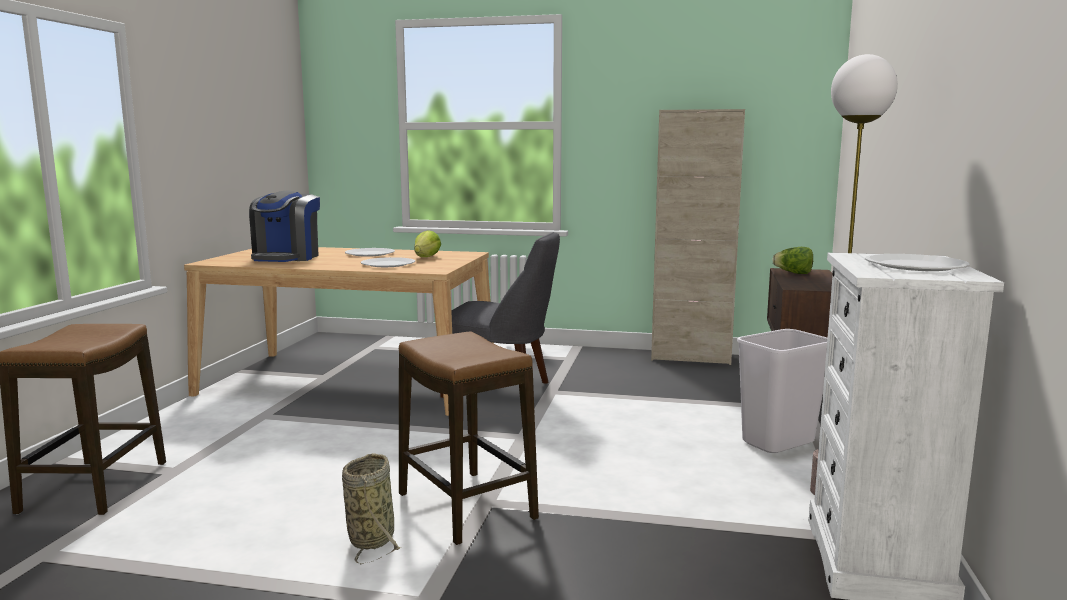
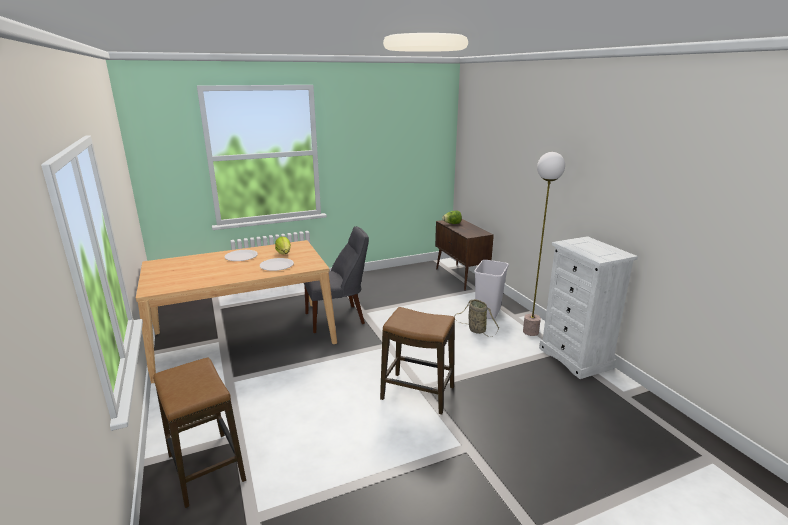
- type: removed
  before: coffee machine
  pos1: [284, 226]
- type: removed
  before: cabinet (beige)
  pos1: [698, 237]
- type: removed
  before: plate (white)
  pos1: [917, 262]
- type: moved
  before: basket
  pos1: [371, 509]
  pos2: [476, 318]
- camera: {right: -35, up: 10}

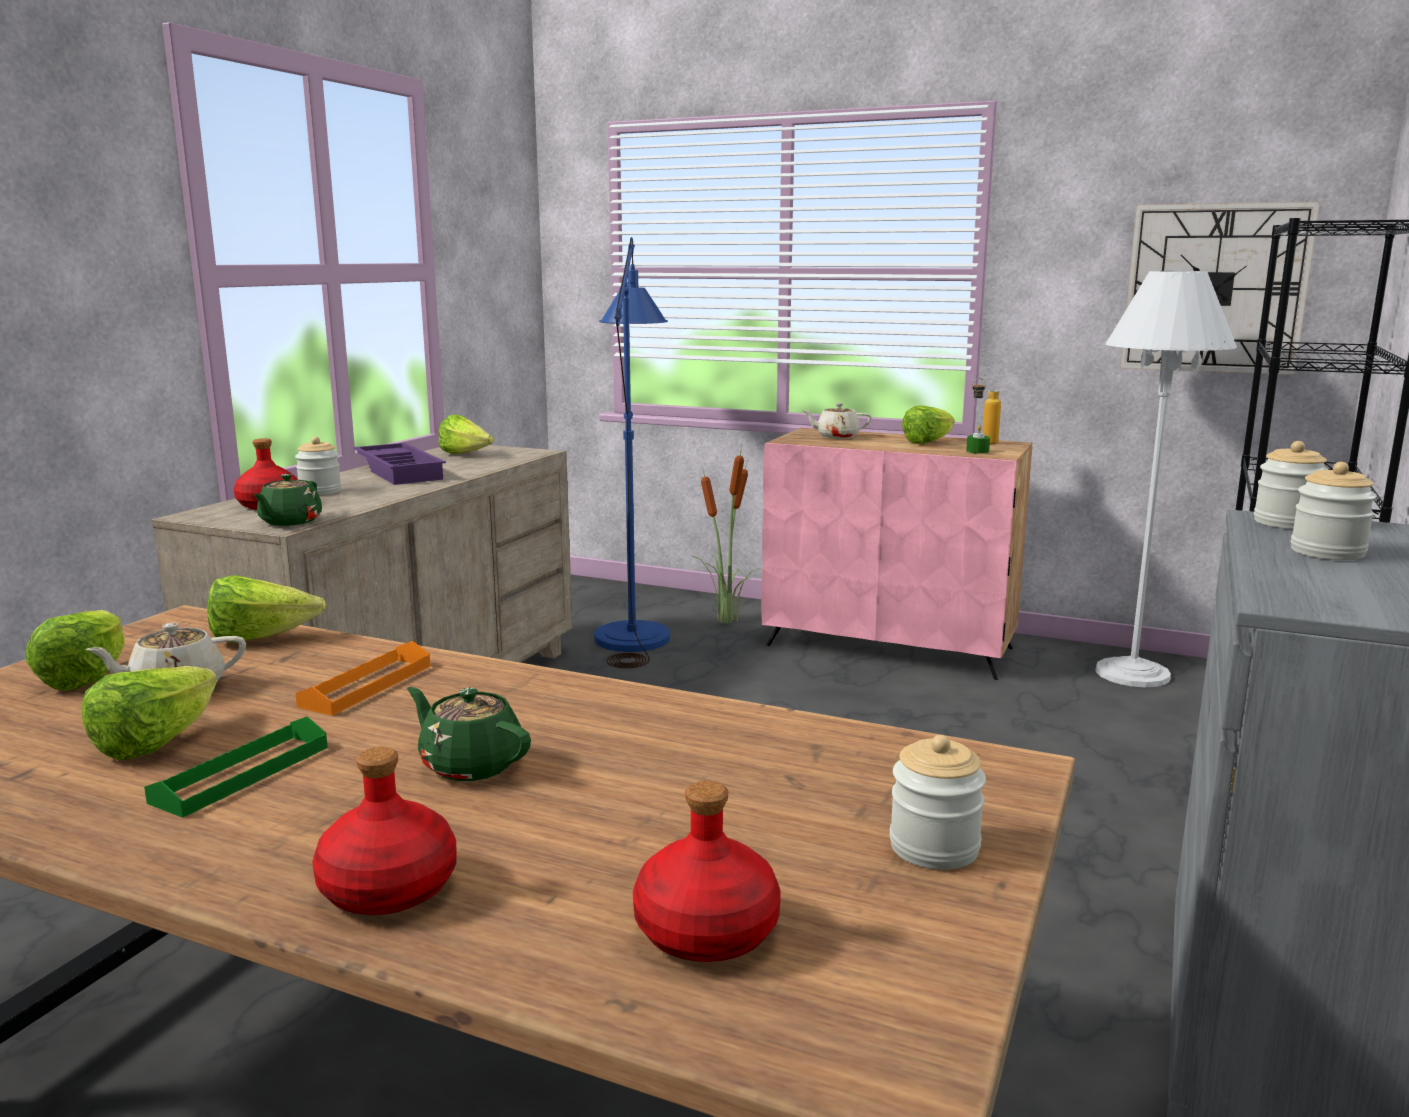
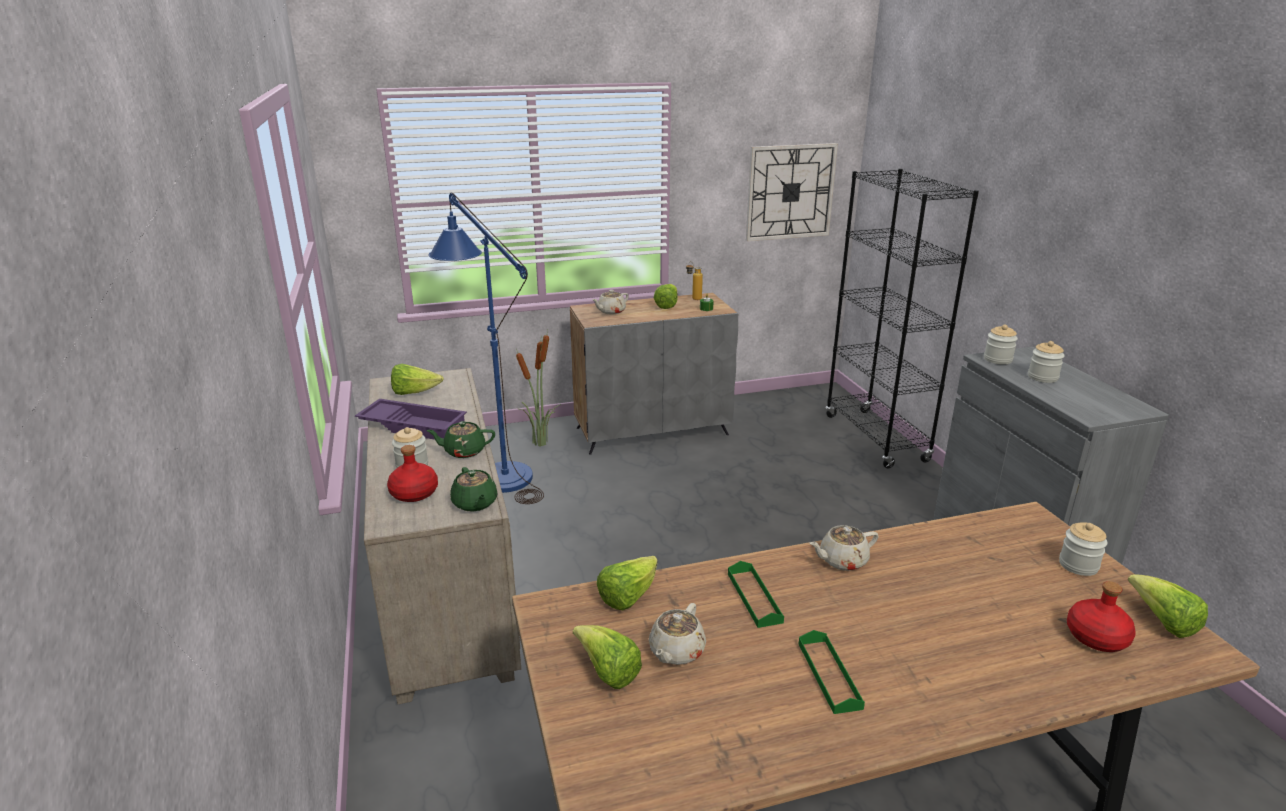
- type: removed
  before: bottle (red)
  pos1: [384, 831]
- type: removed
  before: floor lamp (white)
  pos1: [1166, 479]
- type: added
  after: teapot (beige)
  pos2: [844, 548]
- type: moved
  before: lettuce
  pos1: [149, 713]
  pos2: [1168, 606]
- type: moved
  before: teapot (green)
  pos1: [469, 734]
  pos2: [460, 439]
- type: recoloured
  before: tray (orange)
  after: tray (green)
  pos1: [362, 678]
  pos2: [756, 594]
- type: recoloured
  before: cabinet (pink)
  after: cabinet (grey)
  pos1: [896, 554]
  pos2: [654, 373]
- camera: {right: -40, up: 10}

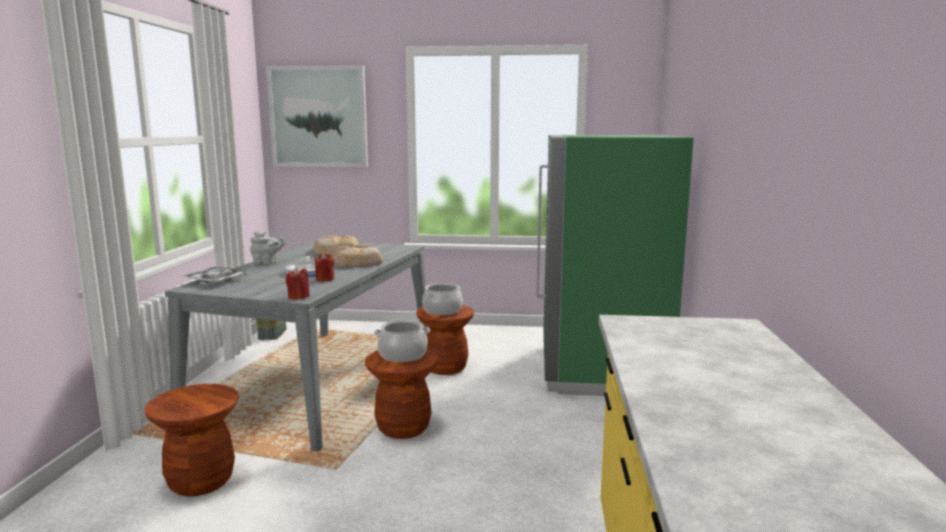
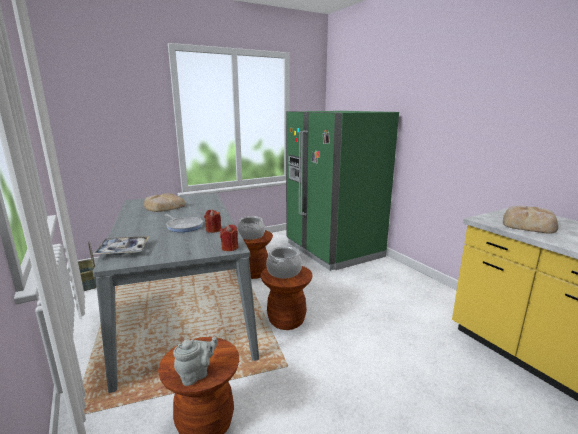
- type: removed
  before: picture
  pos1: [317, 116]
- type: moved
  before: teapot (grey)
  pos1: [267, 247]
  pos2: [195, 361]
- type: moved
  before: bread
  pos1: [357, 256]
  pos2: [530, 220]
- camera: {right: -35, up: 5}

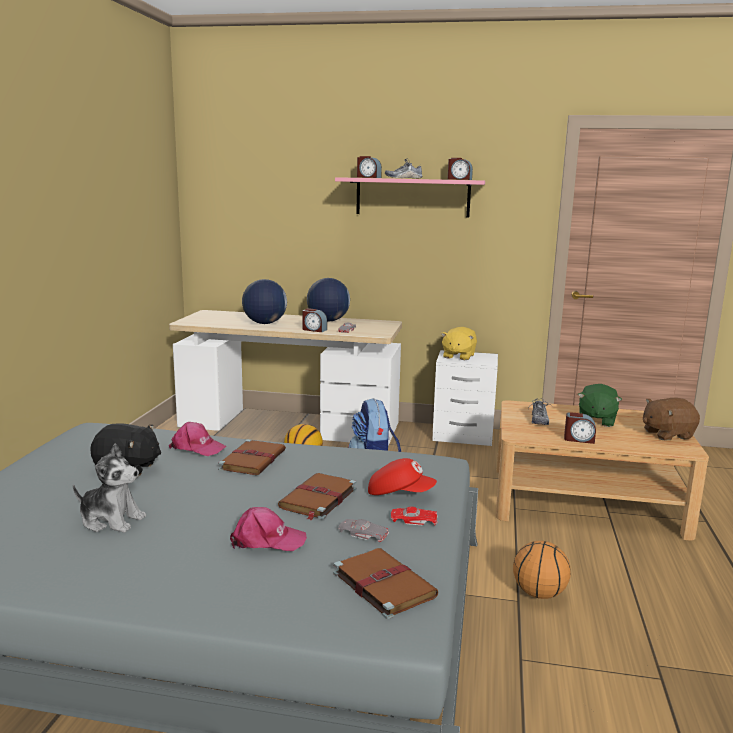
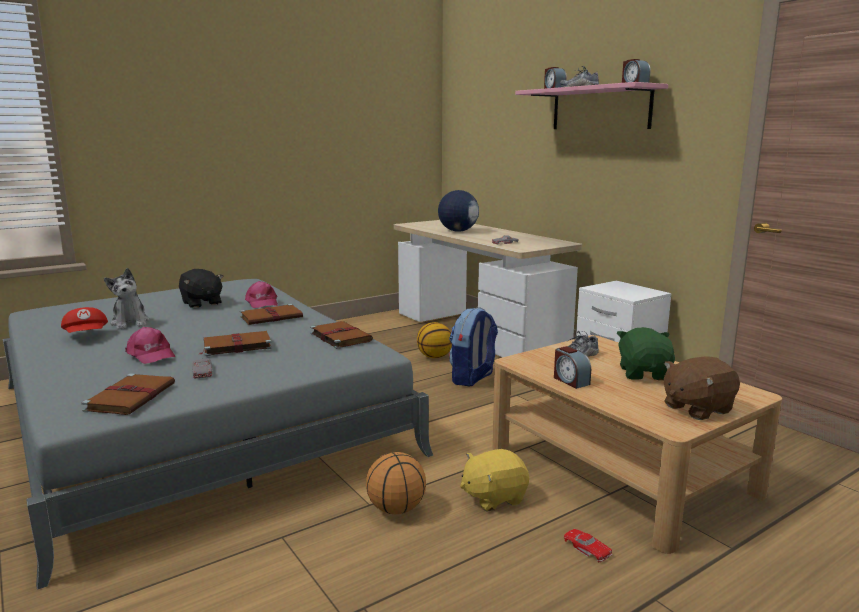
- type: removed
  before: alarm clock
  pos1: [314, 320]
- type: removed
  before: globe
  pos1: [328, 300]
- type: added
  after: book (brown)
  pos2: [341, 335]
- type: moved
  before: cap (red)
  pos1: [402, 476]
  pos2: [84, 320]
- type: moved
  before: toy car (red)
  pos1: [414, 516]
  pos2: [588, 545]
- type: moved
  before: plush toy (yellow)
  pos1: [459, 343]
  pos2: [494, 480]
- type: turned
  before: plush toy (green)
  pos1: [600, 405]
  pos2: [646, 353]
  turn: 120
- type: turned
  before: plush toy (brown)
  pos1: [671, 419]
  pos2: [702, 388]
  turn: -60
- camera: {right: 45, up: 0}

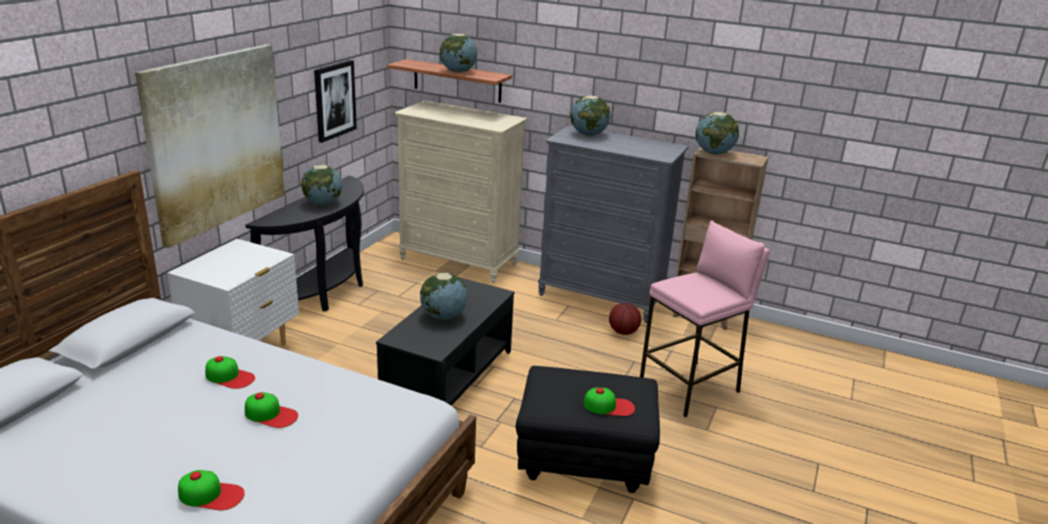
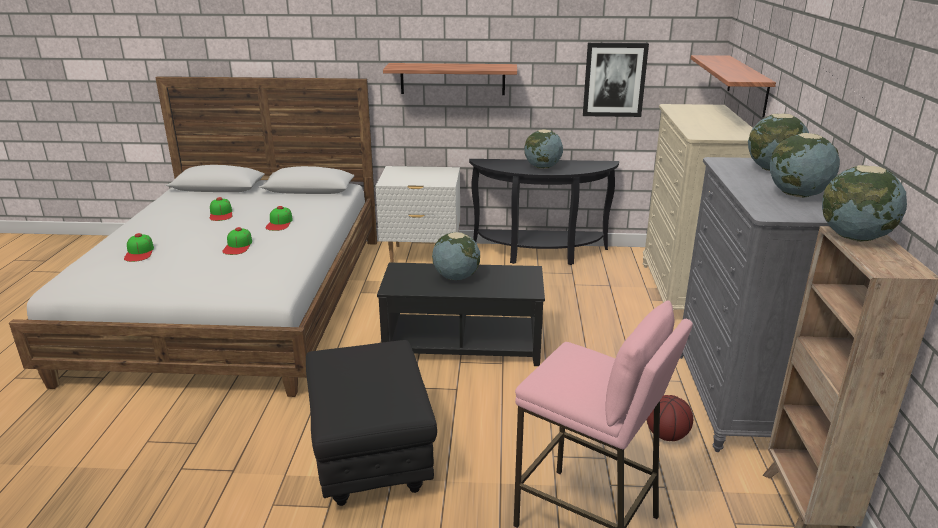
- type: moved
  before: globe
  pos1: [458, 53]
  pos2: [805, 165]
- type: moved
  before: cap
  pos1: [609, 402]
  pos2: [221, 209]
- type: replaced
  before: picture
  after: shelf
  pos1: [210, 146]
  pos2: [450, 79]
- camera: {right: 70, up: 0}

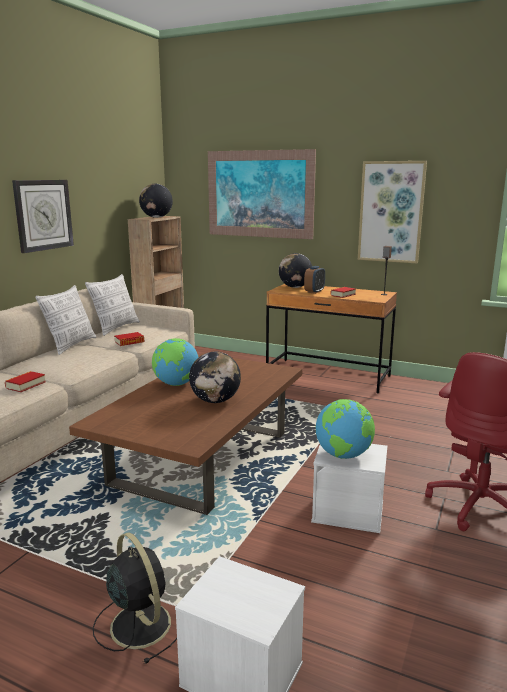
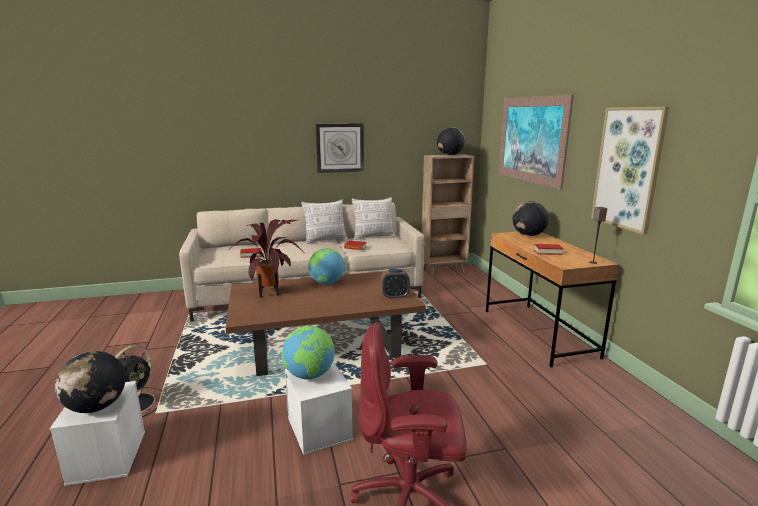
- type: added
  after: potted plant
  pos2: [266, 258]
- type: moved
  before: globe
  pos1: [215, 377]
  pos2: [90, 382]
- type: moved
  before: alarm clock
  pos1: [314, 280]
  pos2: [395, 284]
- camera: {right: 50, up: 0}

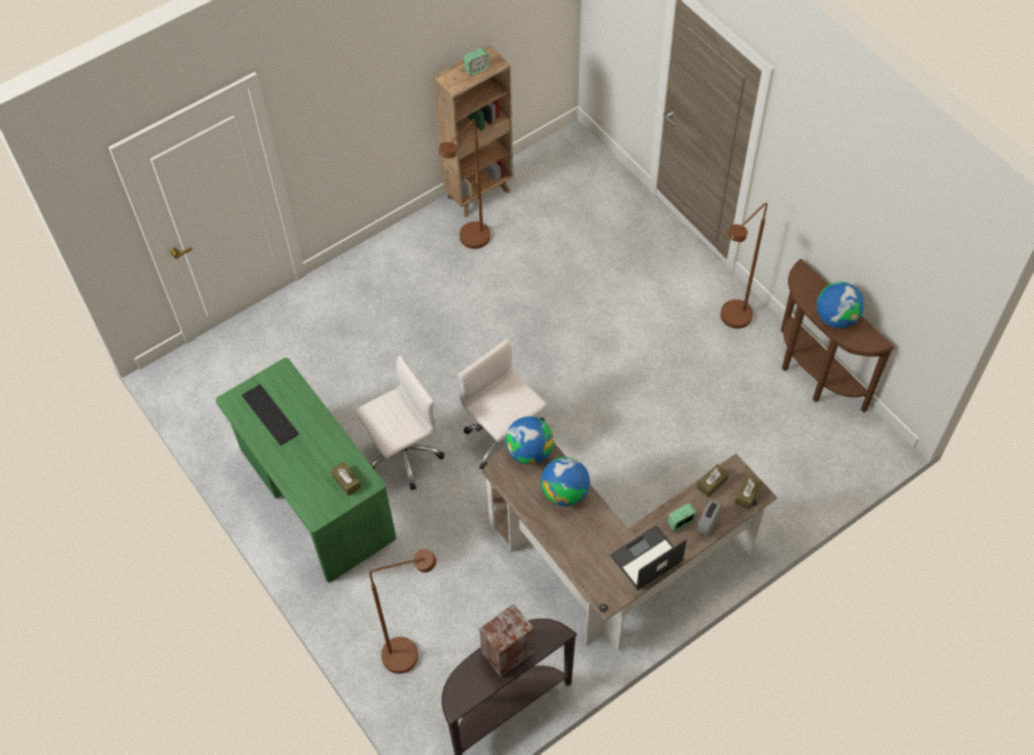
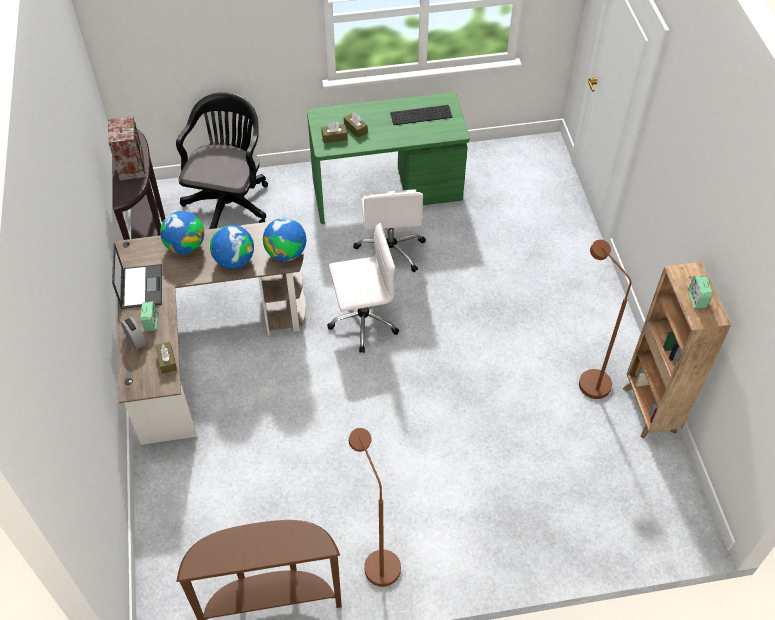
- type: moved
  before: tissue box (brown)
  pos1: [748, 491]
  pos2: [356, 125]
- type: moved
  before: globe
  pos1: [840, 305]
  pos2: [182, 232]
- type: replaced
  before: floor lamp (brown)
  after: office chair (black)
  pos1: [402, 611]
  pos2: [222, 160]
- camera: {right: 115, up: -5}

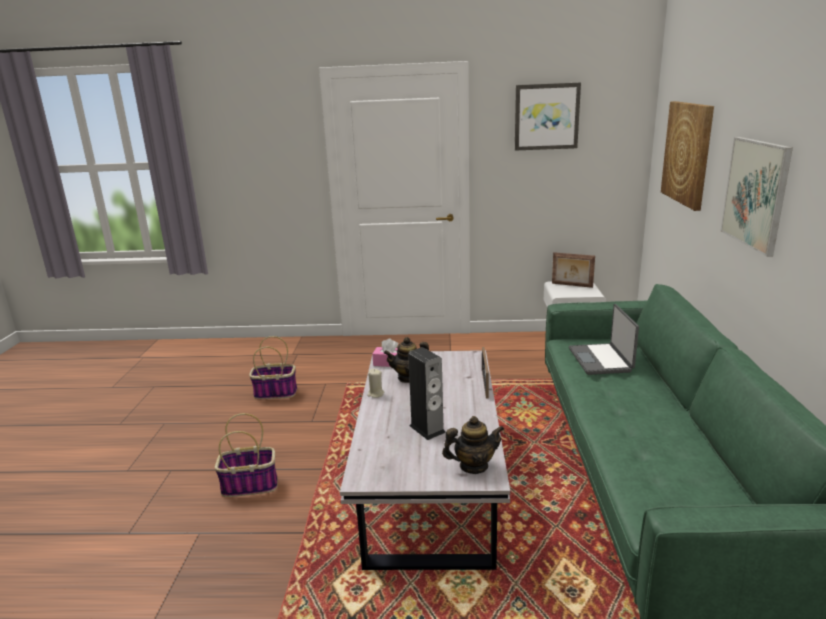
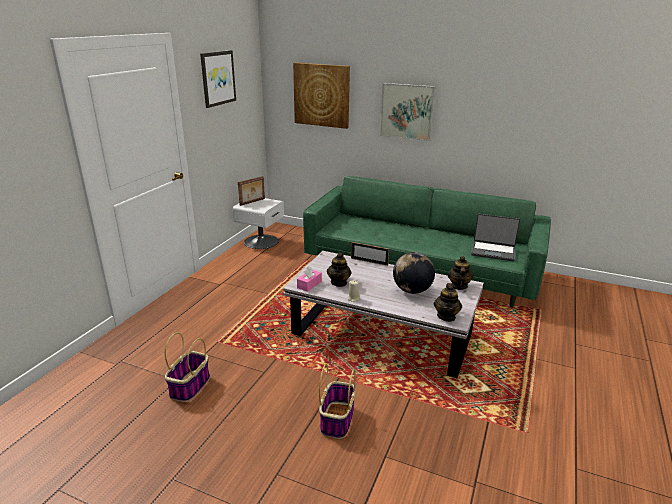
- type: added
  after: teapot
  pos2: [448, 302]
- type: moved
  before: laptop
  pos1: [604, 339]
  pos2: [495, 237]
- type: replaced
  before: speaker
  after: globe
  pos1: [427, 393]
  pos2: [414, 273]
- camera: {right: -70, up: 5}

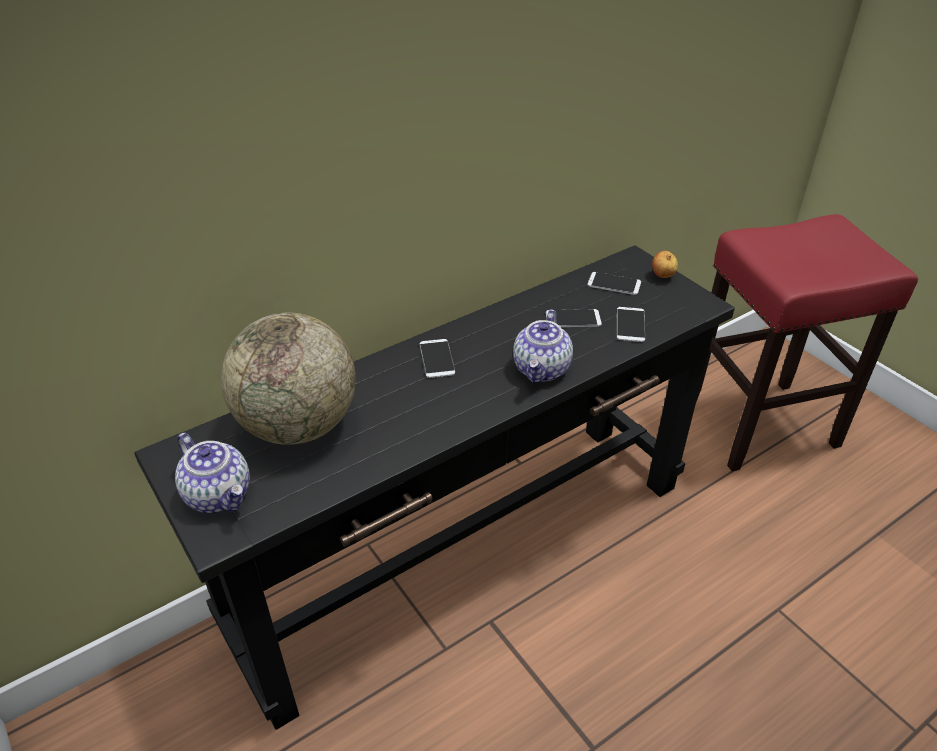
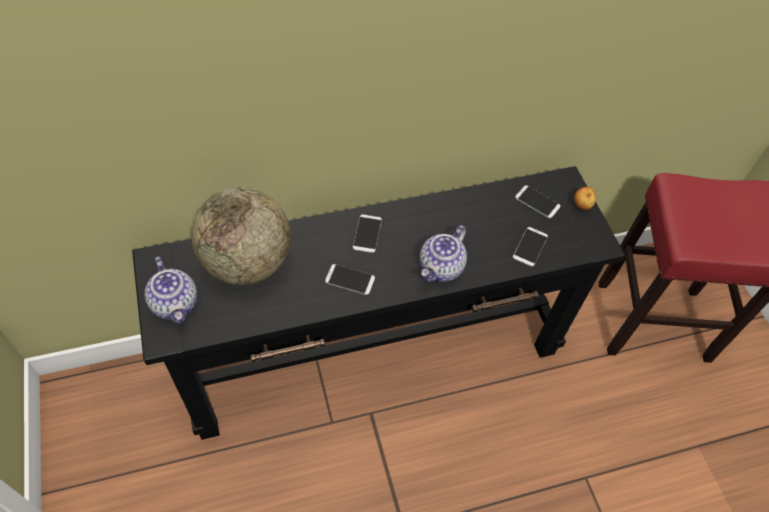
- type: moved
  before: phone
  pos1: [574, 318]
  pos2: [350, 279]
- camera: {right: 15, up: 15}

